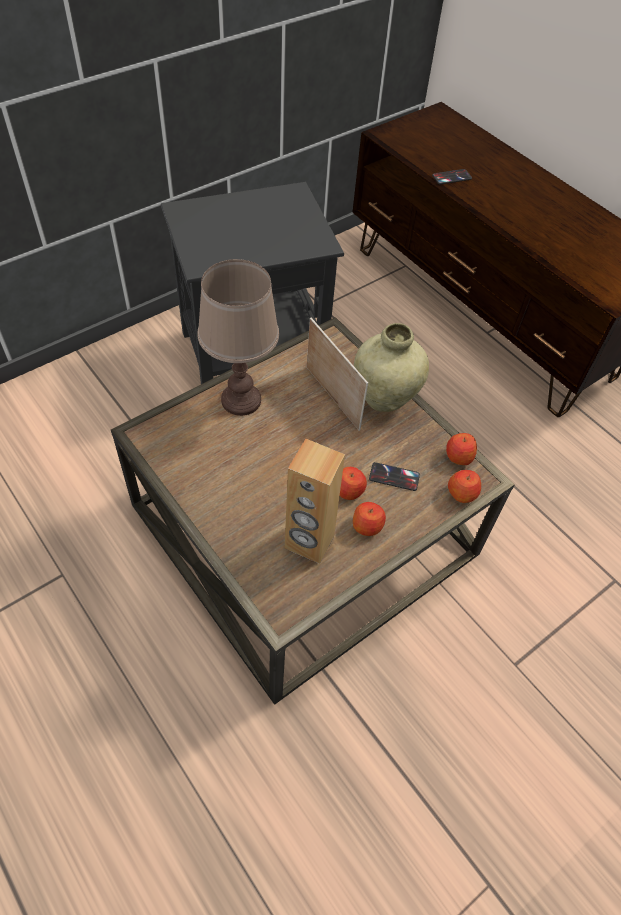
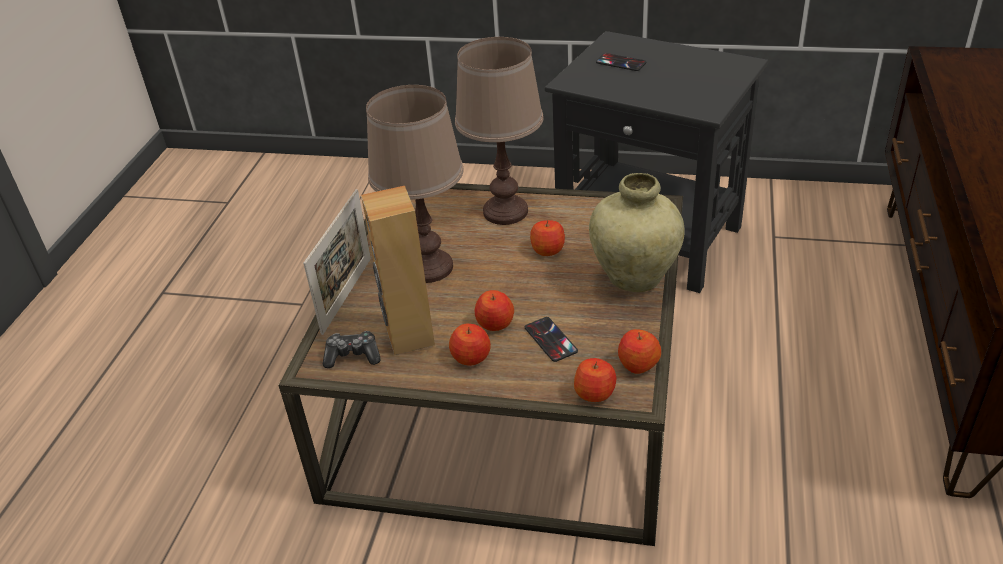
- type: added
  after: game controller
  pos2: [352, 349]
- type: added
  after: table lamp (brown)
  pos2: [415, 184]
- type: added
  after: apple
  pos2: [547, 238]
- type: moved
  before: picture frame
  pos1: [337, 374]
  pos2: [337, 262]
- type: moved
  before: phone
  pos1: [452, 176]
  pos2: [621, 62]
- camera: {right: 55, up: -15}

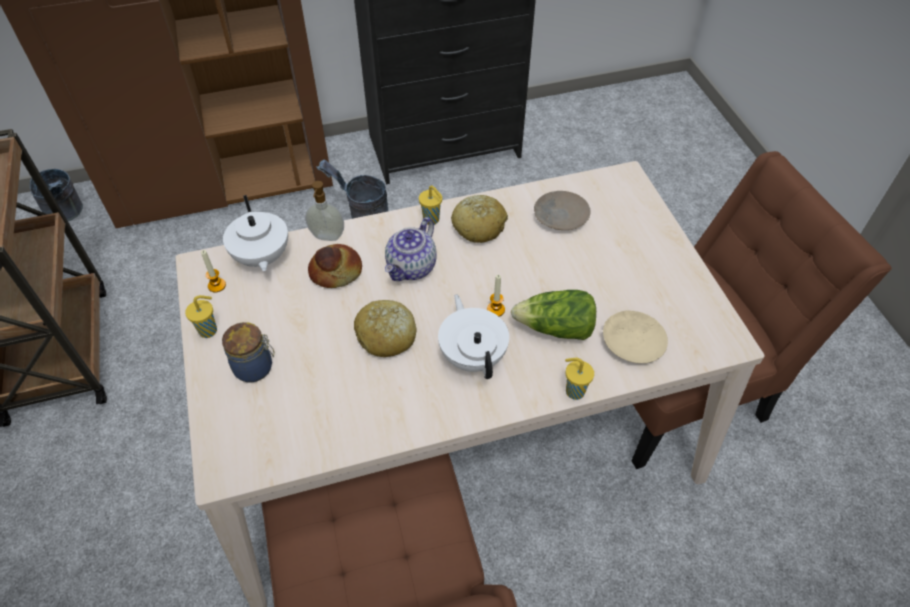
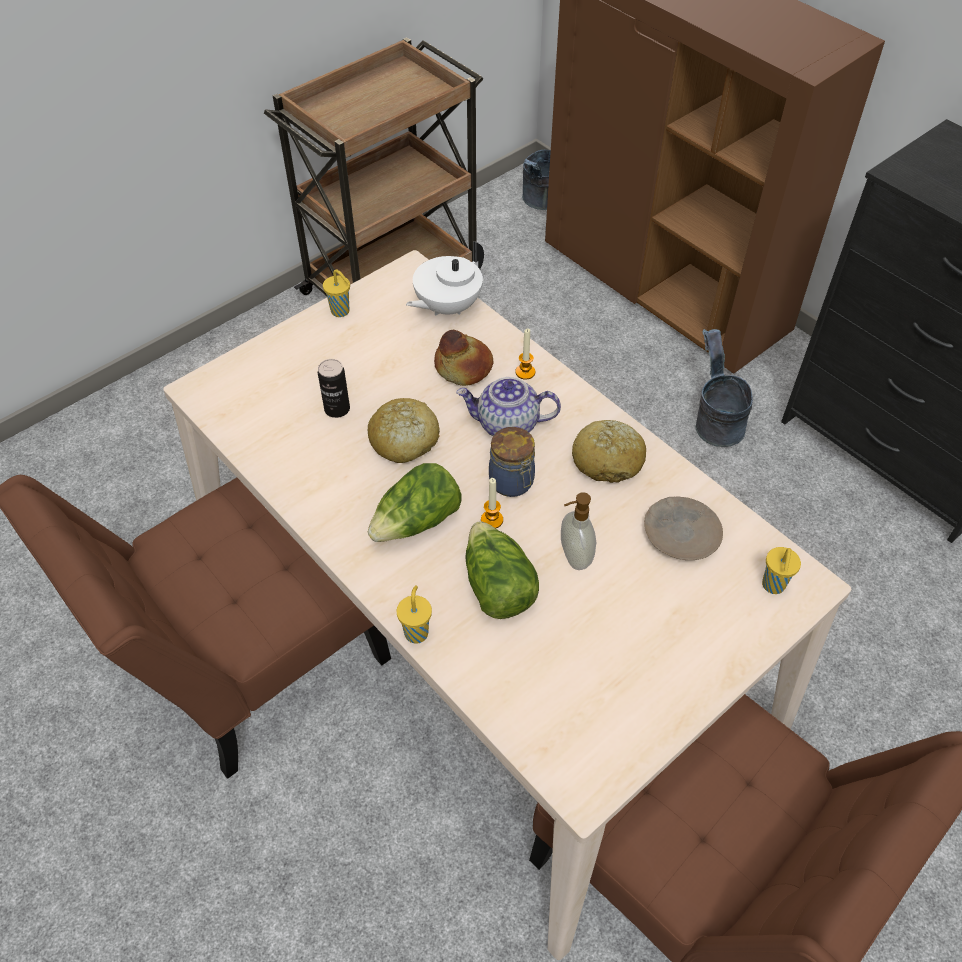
- type: removed
  before: plate (beige)
  pos1: [635, 336]
- type: added
  after: can
  pos2: [334, 388]
- type: moved
  before: candle
  pos1: [213, 271]
  pos2: [525, 354]
- type: moved
  before: jar
  pos1: [248, 352]
  pos2: [512, 462]
- type: moved
  before: soap dispenser
  pos1: [324, 211]
  pos2: [578, 531]
- type: moved
  before: cup (yellow)
  pos1: [430, 205]
  pos2: [781, 570]
- type: replaced
  before: teapot (white)
  after: lettuce
  pos1: [473, 336]
  pos2: [415, 502]
- camera: {right: 65, up: 0}

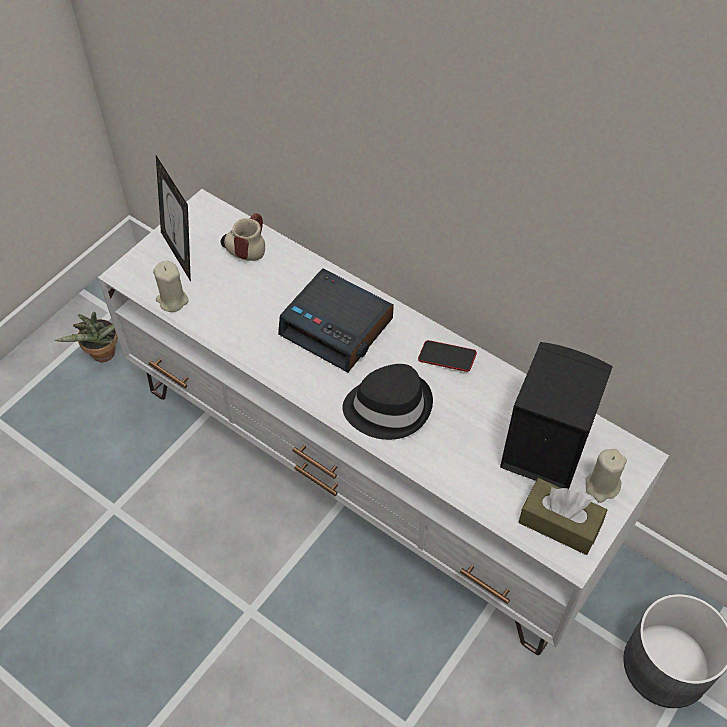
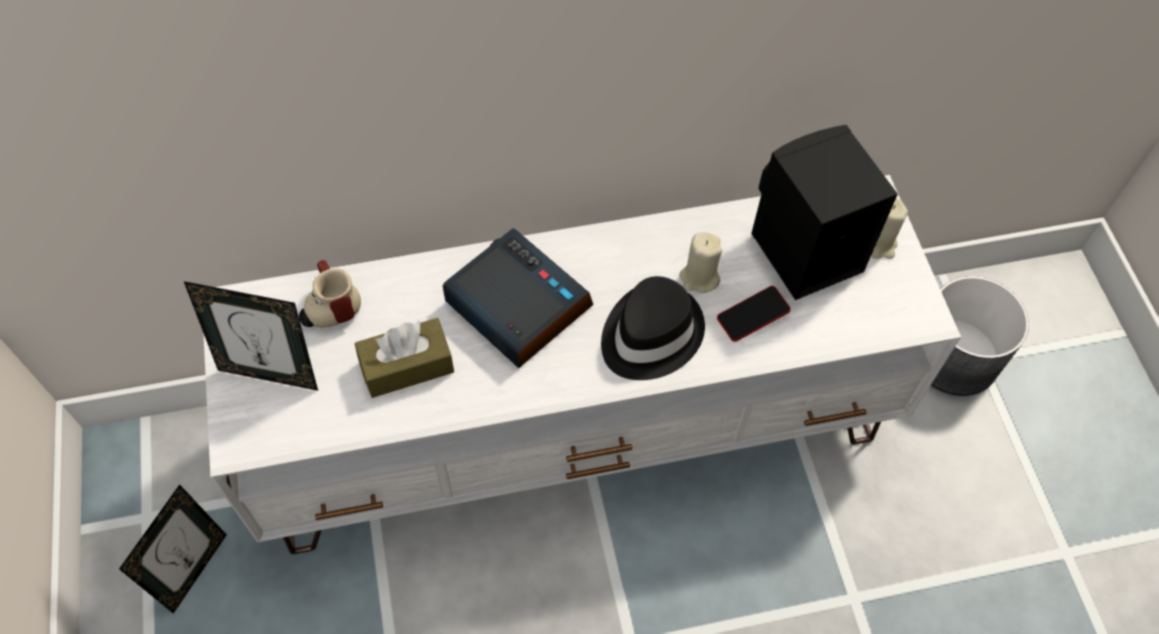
- type: moved
  before: candle (beige)
  pos1: [171, 286]
  pos2: [700, 262]
- type: moved
  before: phone
  pos1: [447, 356]
  pos2: [754, 314]
- type: moved
  before: tissue box (brown)
  pos1: [563, 516]
  pos2: [404, 358]
- type: replaced
  before: potted plant
  after: picture frame
  pos1: [86, 337]
  pos2: [173, 548]
- type: turned
  before: alarm clock
  pos1: [336, 321]
  pos2: [518, 298]
  turn: -120
- camera: {right: -50, up: 5}

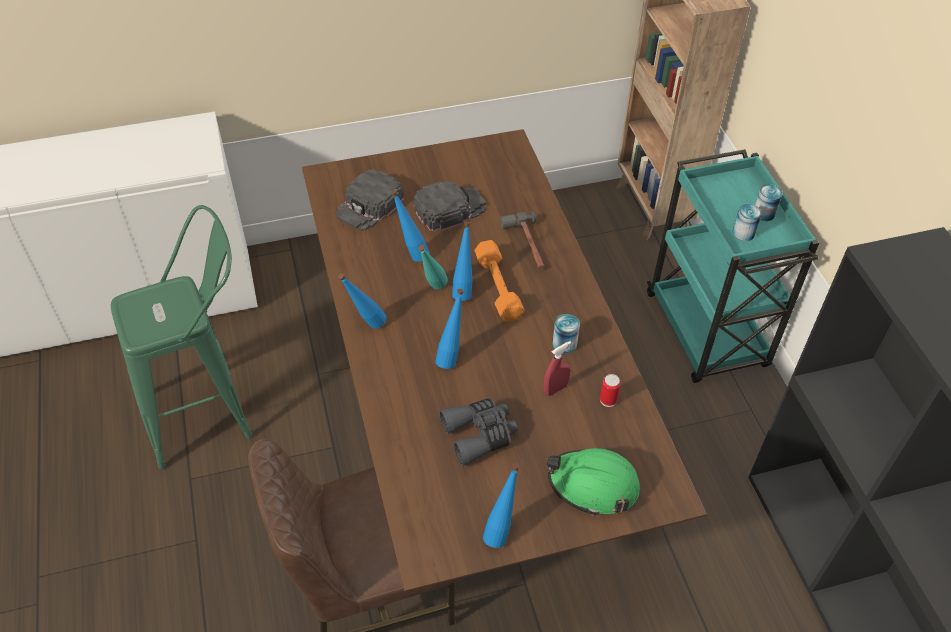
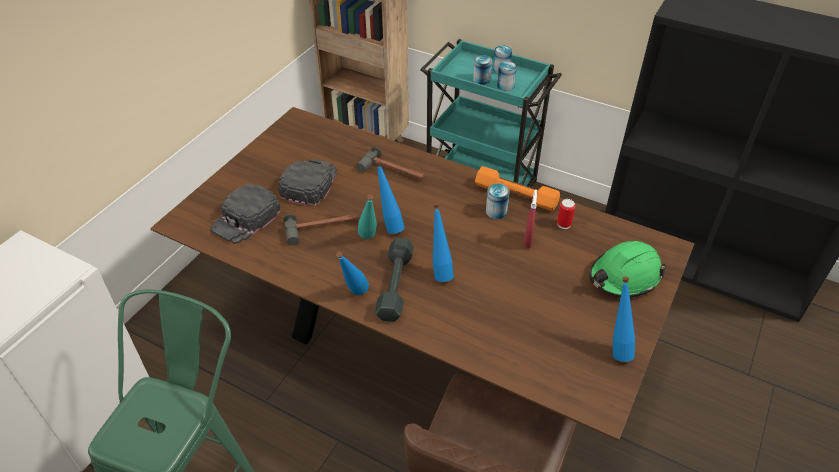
- type: removed
  before: binoculars (grey)
  pos1: [478, 432]
- type: added
  after: dumbbell (grey)
  pos2: [394, 280]
- type: added
  after: can
  pos2: [482, 70]
- type: moved
  before: dumbbell (orange)
  pos1: [500, 281]
  pos2: [517, 188]
- type: replaced
  before: bottle (blue)
  after: hammer
  pos1: [410, 226]
  pos2: [320, 229]
- type: turned
  before: cap (black)
  pos1: [369, 200]
  pos2: [245, 213]
  turn: 45
- camera: {right: -45, up: -5}

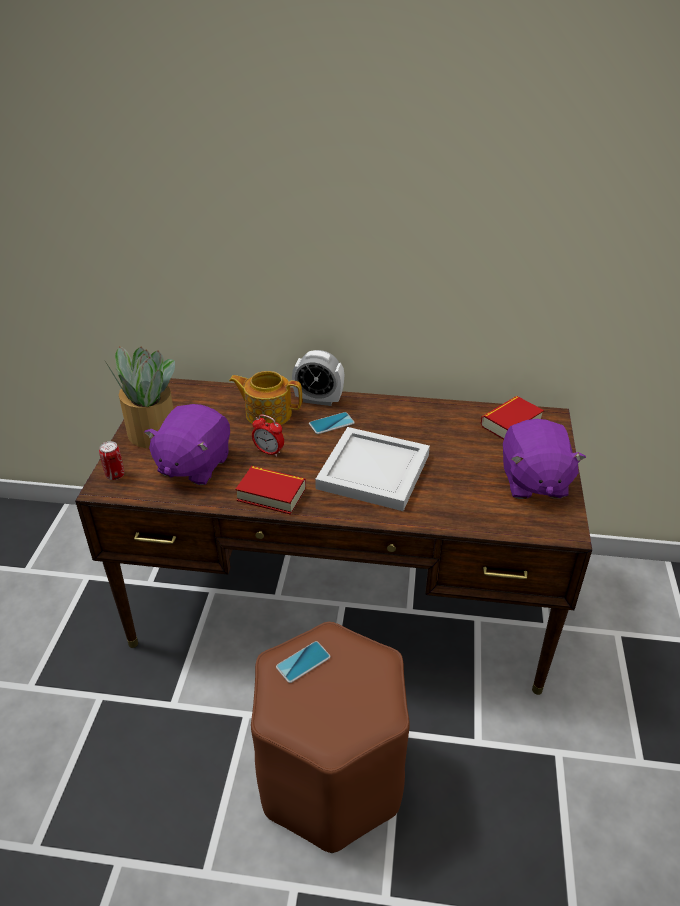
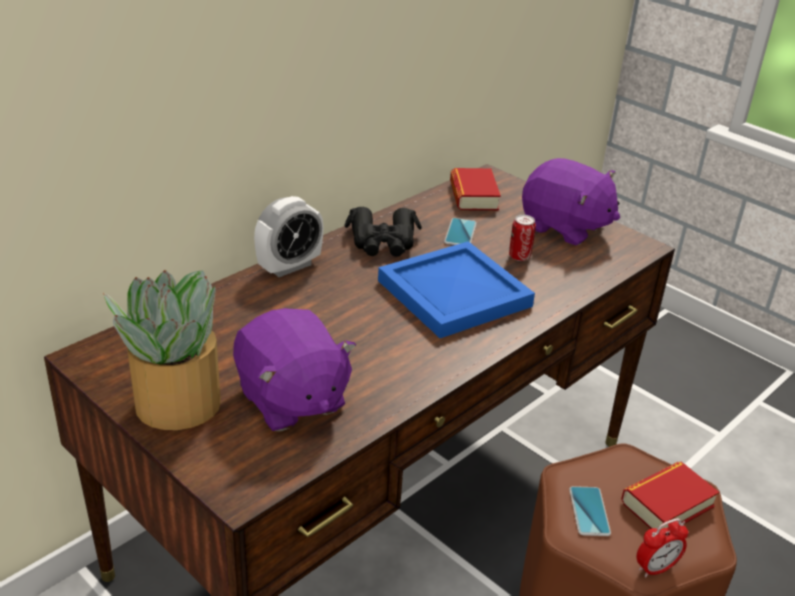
- type: removed
  before: teapot
  pos1: [265, 398]
- type: added
  after: binoculars (black)
  pos2: [383, 232]
- type: moved
  before: can
  pos1: [111, 460]
  pos2: [522, 238]
- type: moved
  before: book
  pos1: [270, 490]
  pos2: [670, 495]
- type: moved
  before: alarm clock
  pos1: [268, 436]
  pos2: [662, 548]
- type: moved
  before: phone
  pos1: [332, 423]
  pos2: [460, 231]
- type: recoloured
  before: tray (white)
  after: tray (blue)
  pos1: [372, 469]
  pos2: [456, 289]
- camera: {right: -55, up: -5}

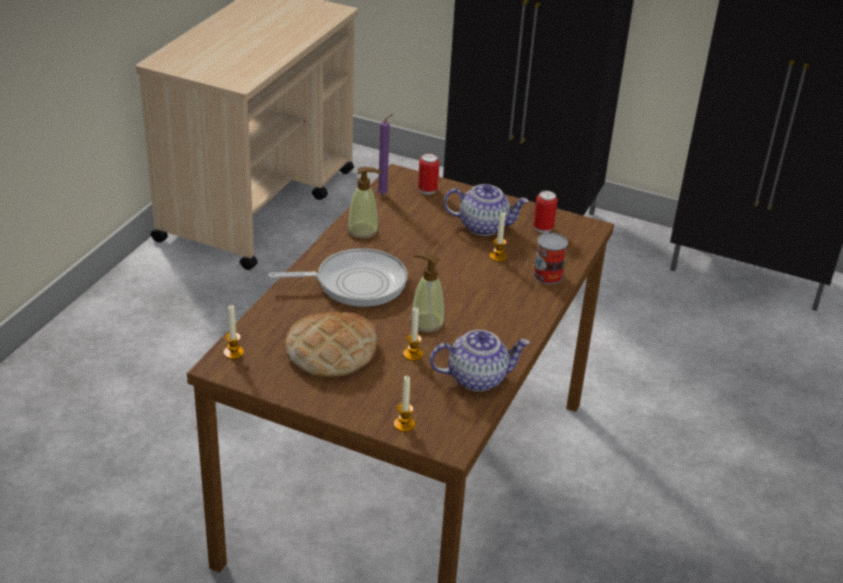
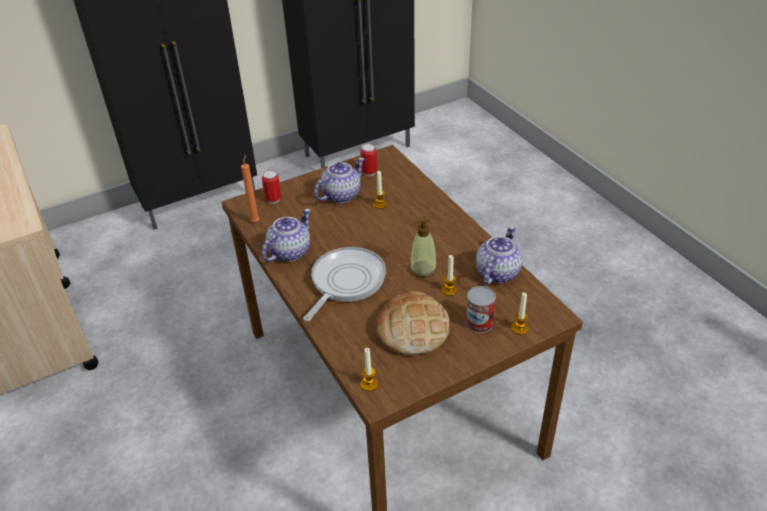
- type: moved
  before: can
  pos1: [550, 258]
  pos2: [481, 309]
- type: replaced
  before: soap dispenser
  after: teapot
  pos1: [364, 203]
  pos2: [286, 235]
- type: recoloured
  before: candle (purple)
  after: candle (orange)
  pos1: [385, 154]
  pos2: [250, 188]
- camera: {right: -50, up: 5}

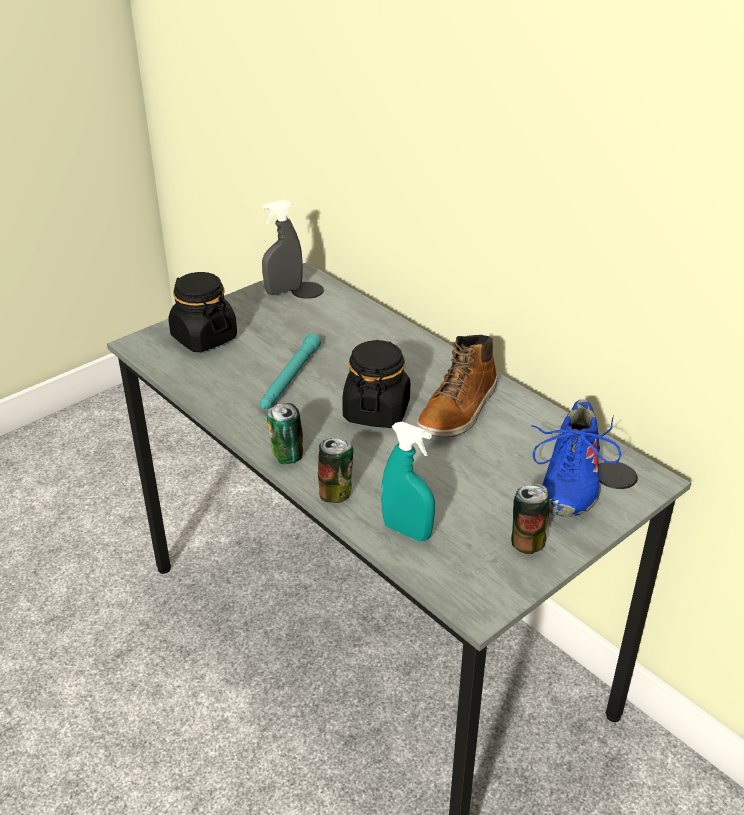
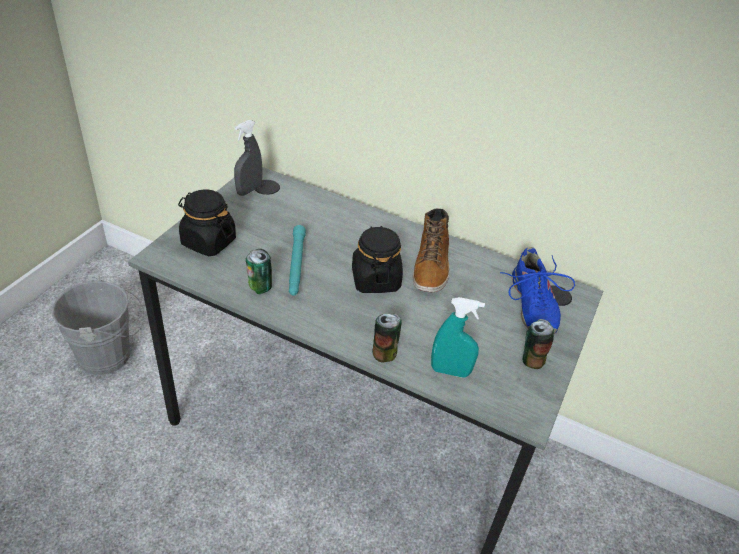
- type: added
  after: bucket (grey)
  pos2: [98, 325]
- type: moved
  before: can
  pos1: [285, 433]
  pos2: [259, 271]
- camera: {right: -25, up: 5}

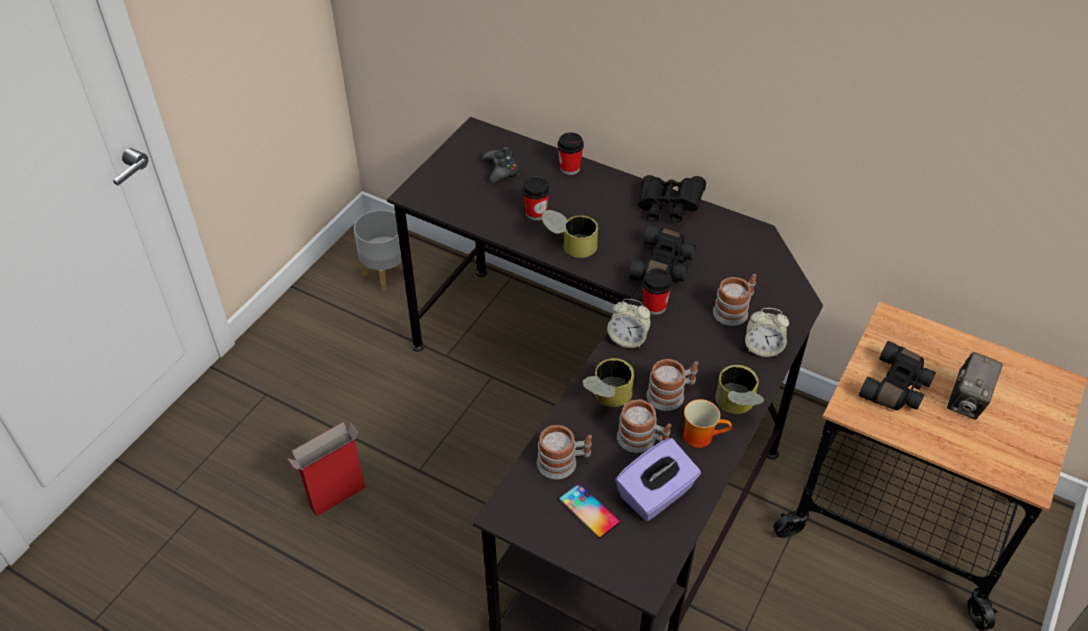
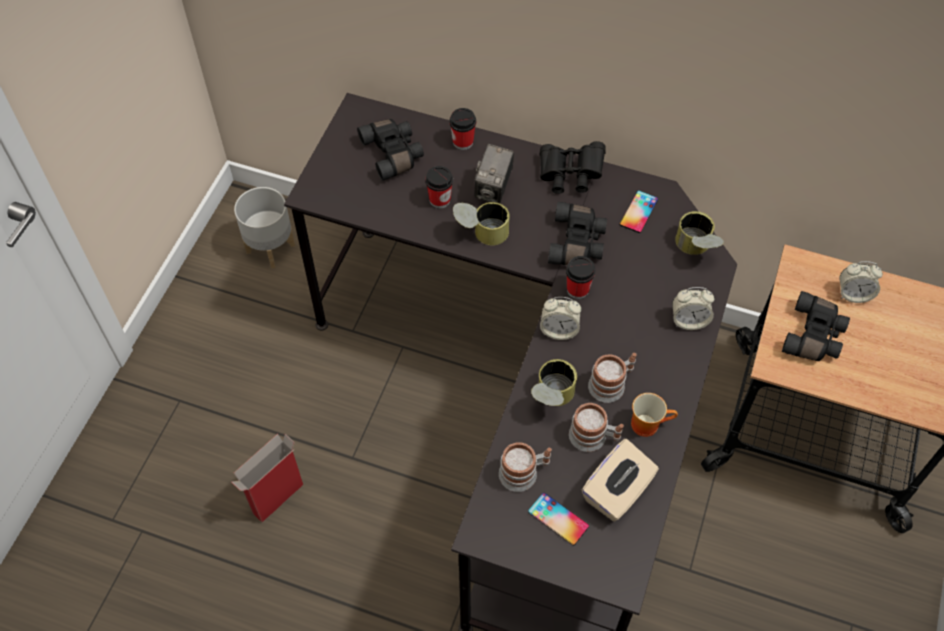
- type: removed
  before: mug
  pos1: [735, 300]
- type: added
  after: phone
  pos2: [638, 212]
- type: added
  after: alarm clock
  pos2: [861, 282]
- type: moved
  before: can
  pos1: [740, 389]
  pos2: [699, 233]
- type: moved
  before: photo camera
  pos1: [975, 386]
  pos2: [494, 173]
- type: replaced
  before: game controller (black)
  after: binoculars (black)
  pos1: [500, 165]
  pos2: [390, 150]
- type: recoloured
  before: tissue box (purple)
  after: tissue box (beige)
  pos1: [658, 479]
  pos2: [620, 480]
- camera: {right: -10, up: 10}

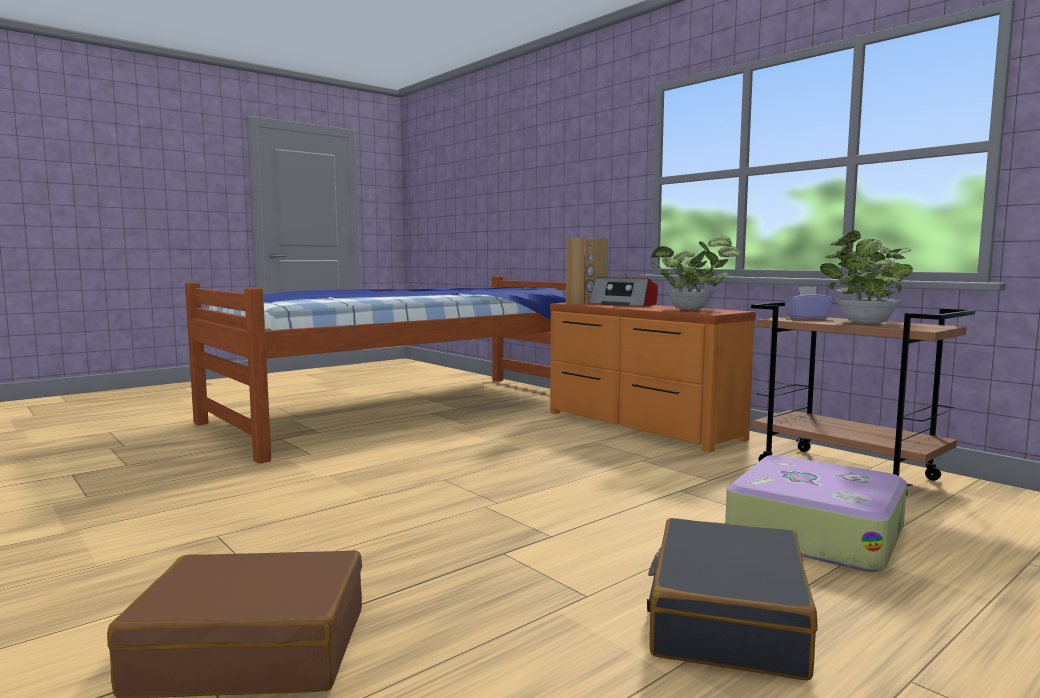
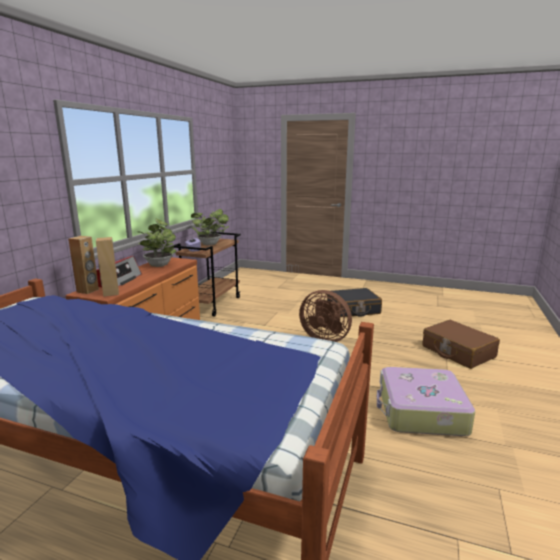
- type: added
  after: fan (brown)
  pos2: [325, 316]
- type: moved
  before: suitcase
  pos1: [816, 513]
  pos2: [426, 401]
- camera: {right: -120, up: 10}

